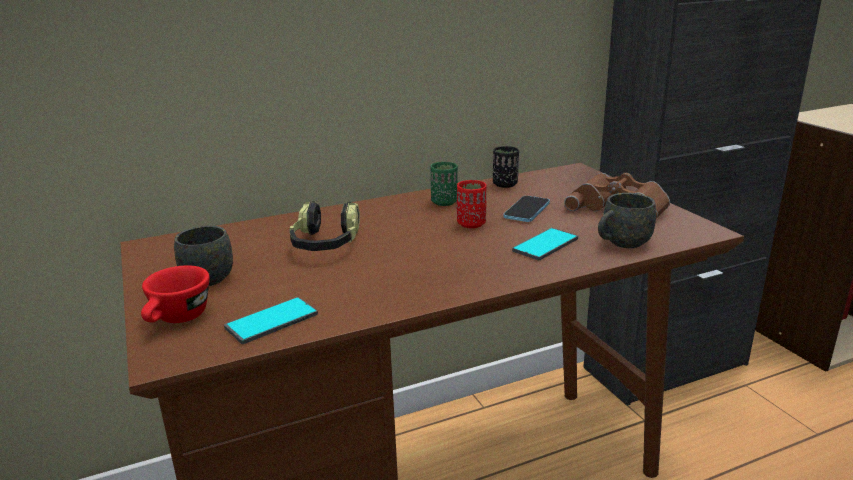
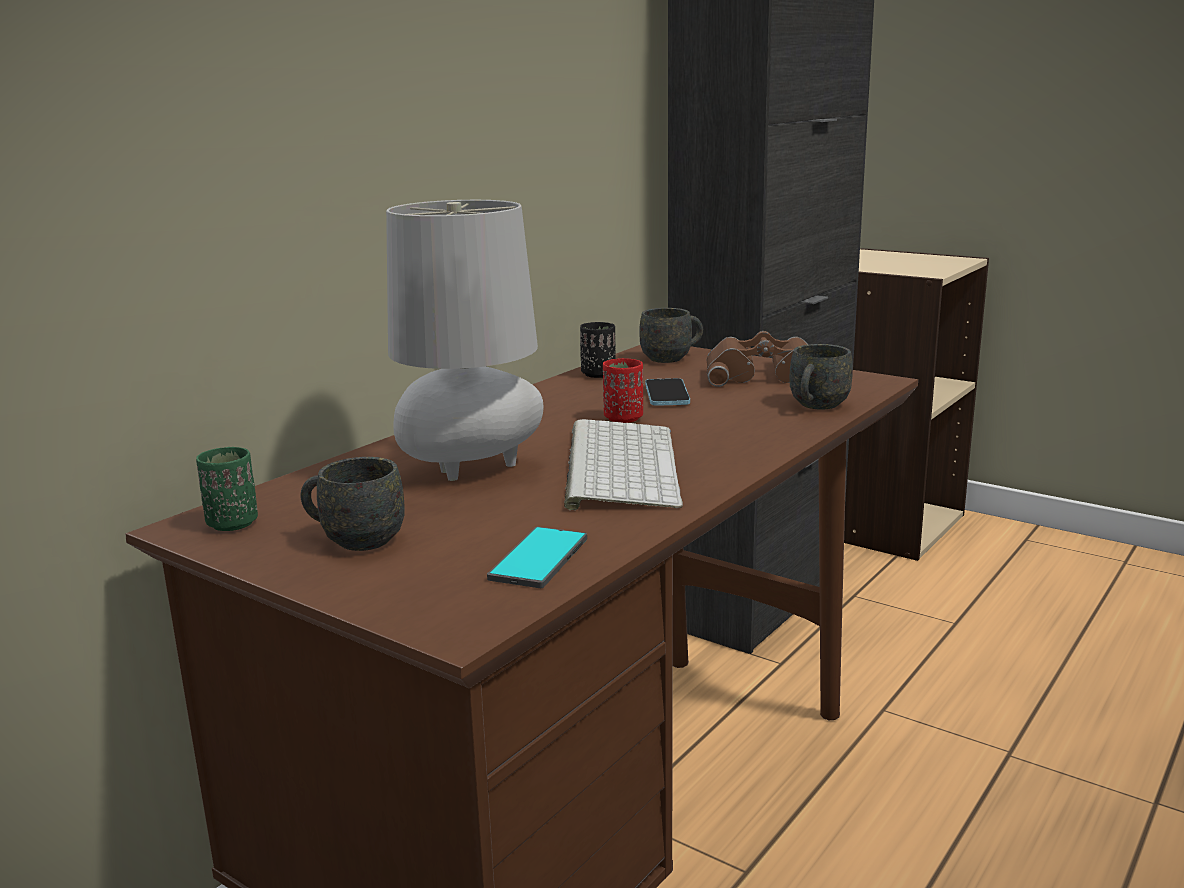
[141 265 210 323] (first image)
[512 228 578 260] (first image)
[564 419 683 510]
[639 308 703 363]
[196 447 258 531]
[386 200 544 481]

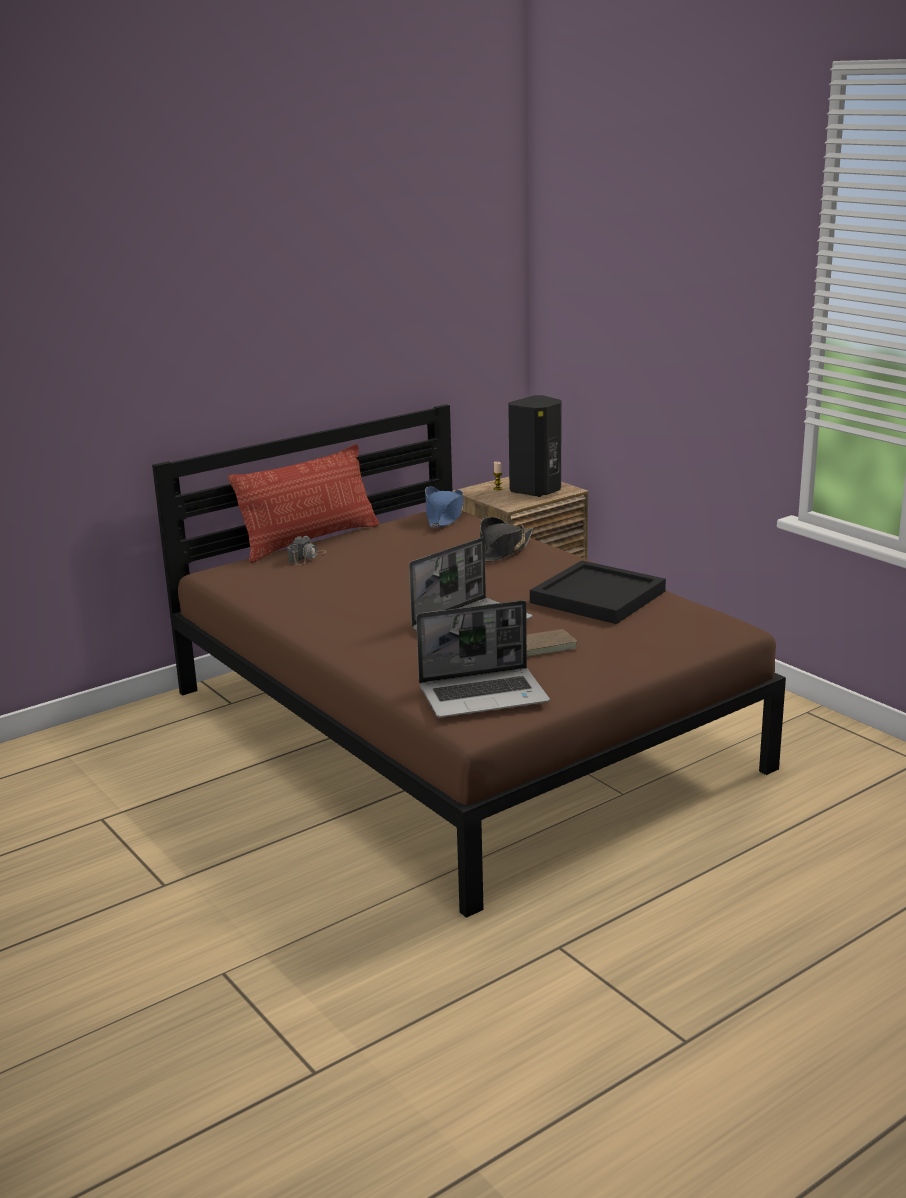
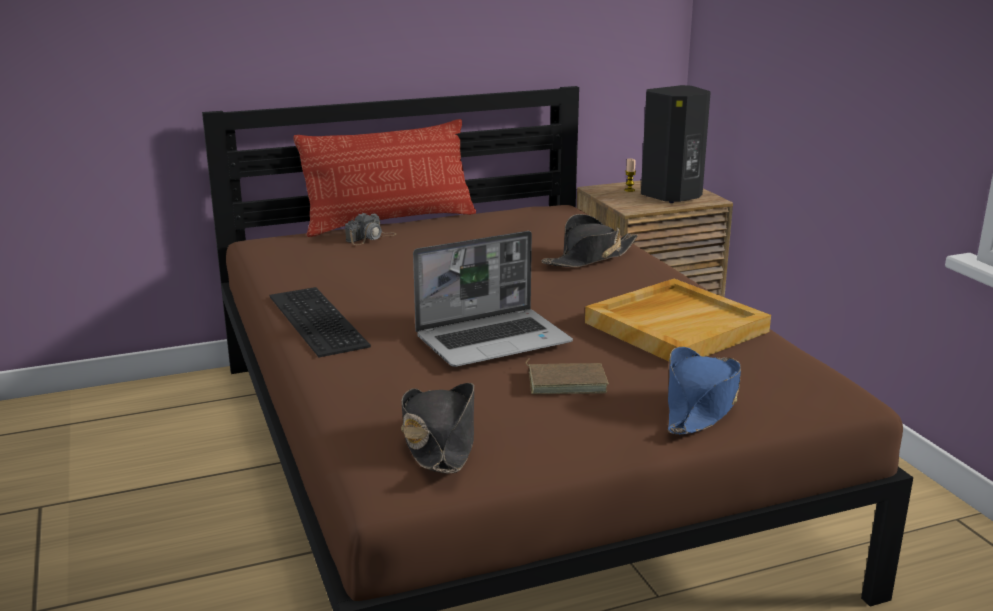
[270 287 371 357]
[668 347 741 435]
[401 383 474 473]
[585 279 771 362]

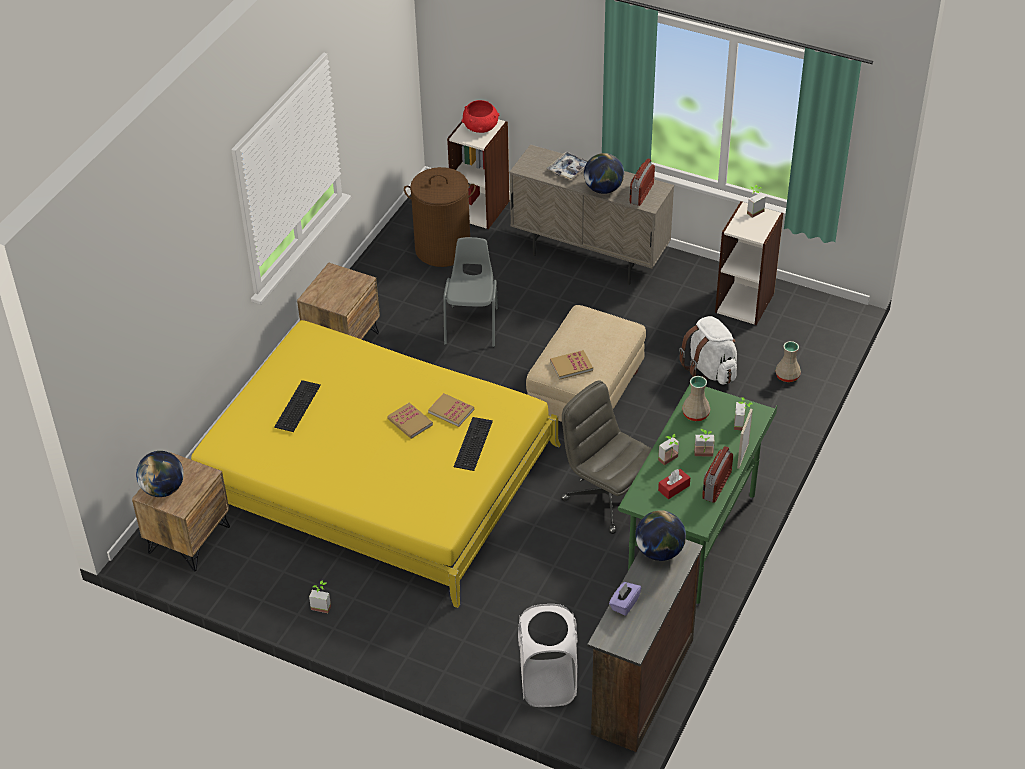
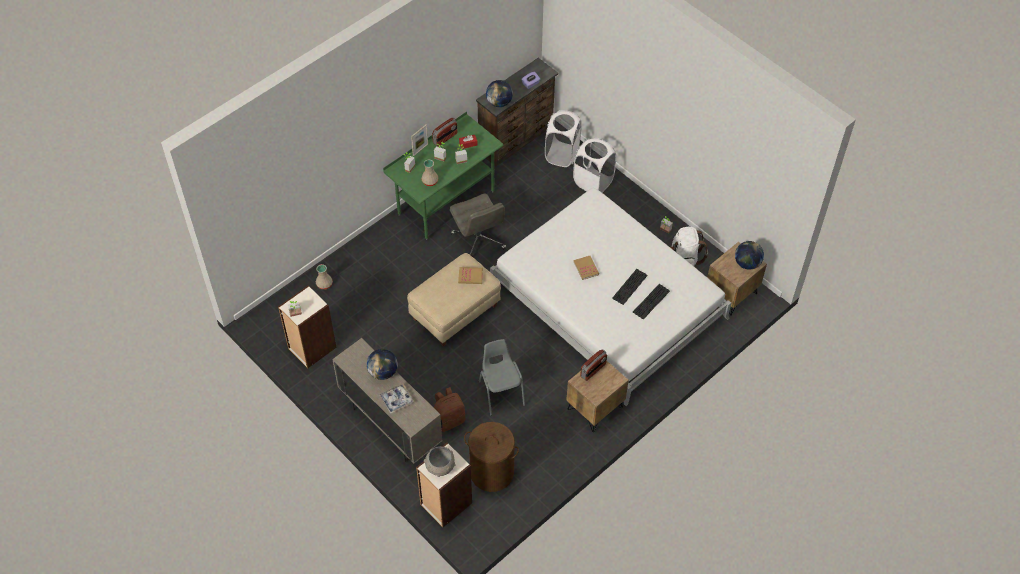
[428 393 474 427] (first image)
[434 387 465 432]
[573 138 617 193]
[612 269 648 305]
[580 349 607 381]
[670 227 708 266]
[490 188 731 406]
[424 446 456 477]
[479 339 525 416]

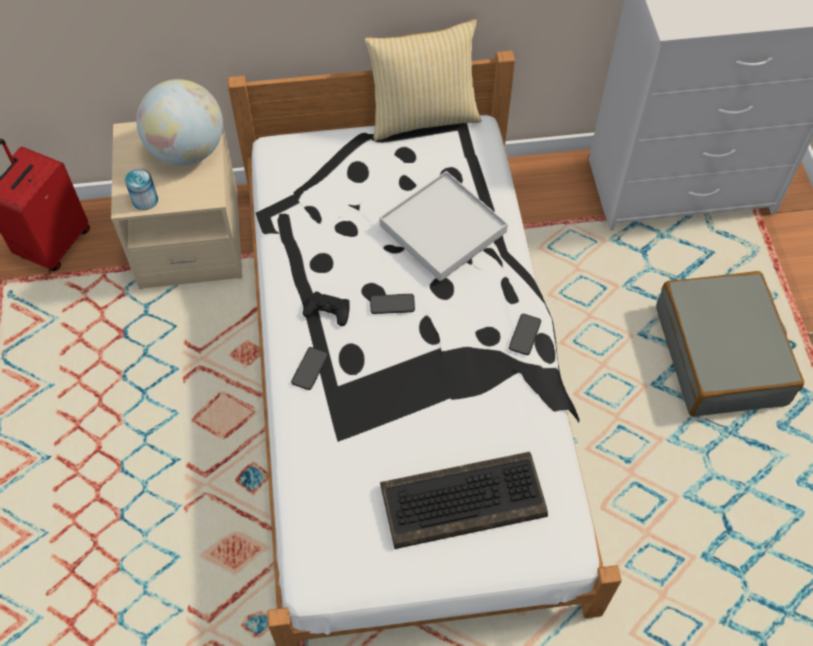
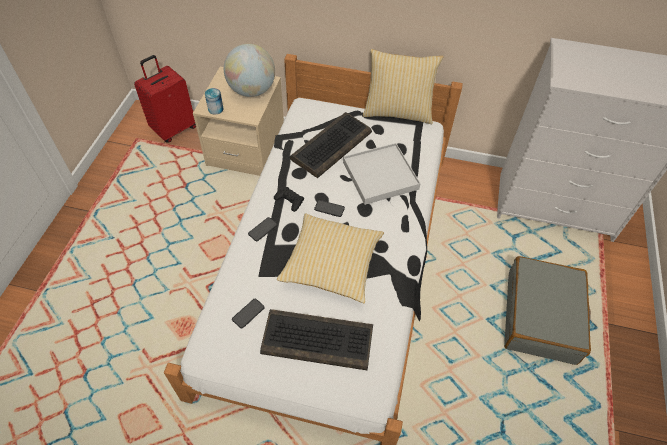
[277 214 384 303]
[290 112 372 178]
[232 299 265 328]

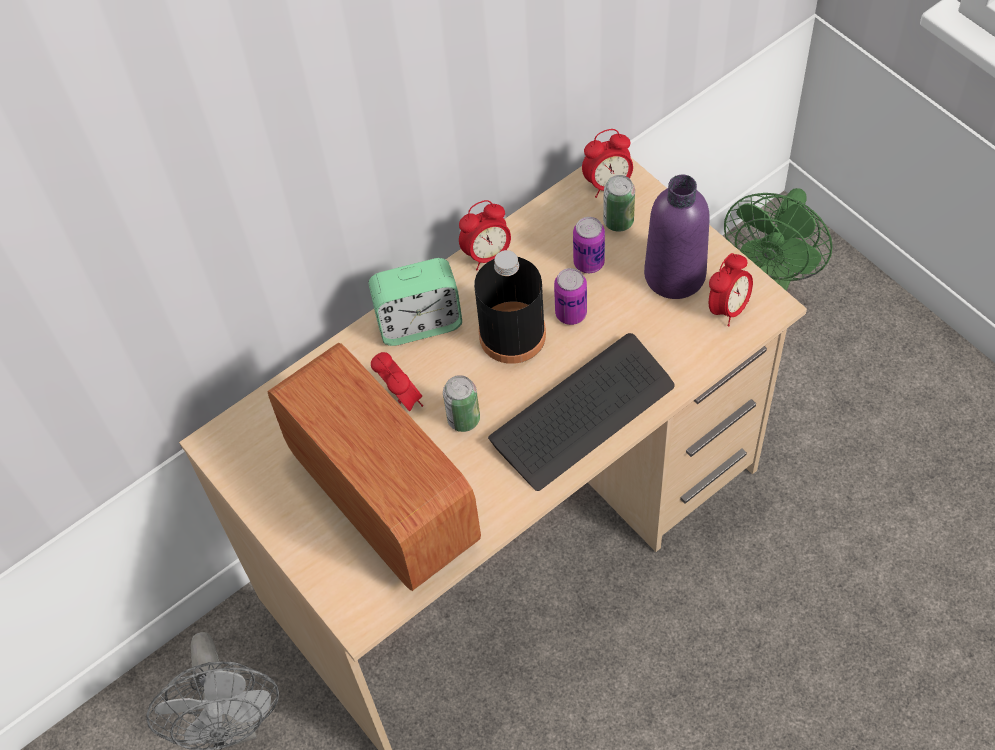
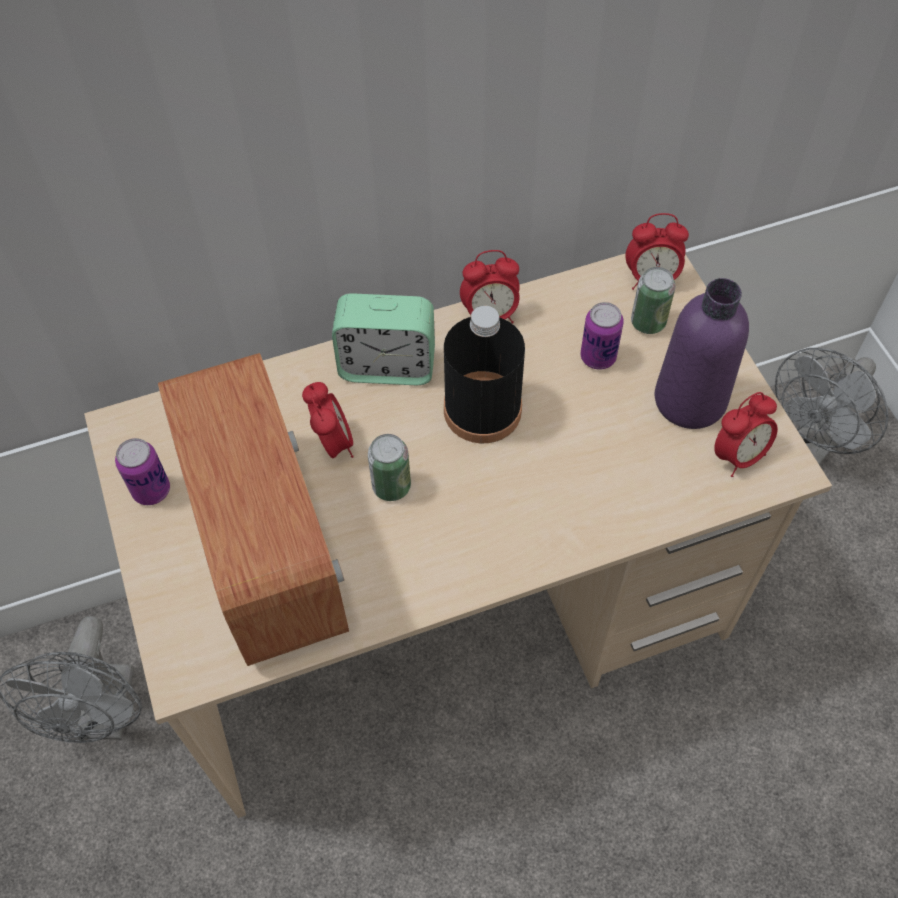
[488 333 675 491] (first image)
[115 438 170 505]
[775 348 889 464]

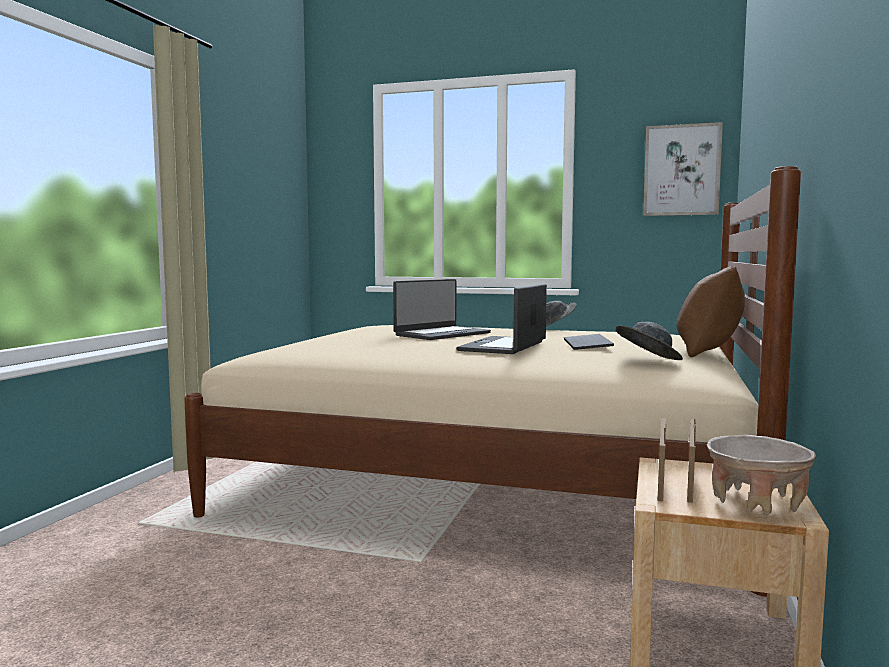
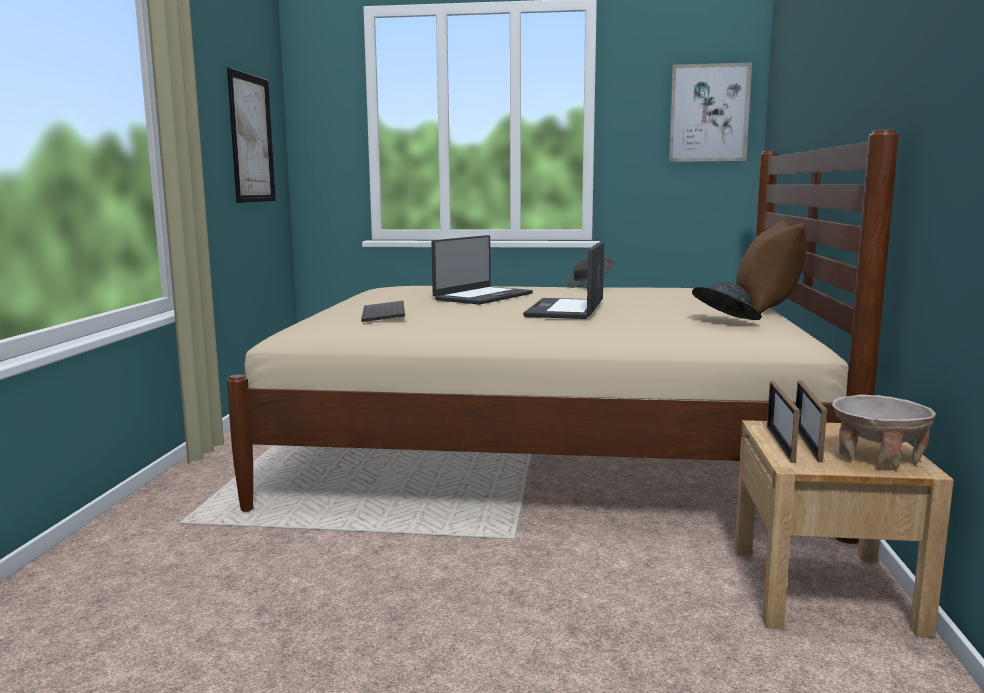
[227 68 276 203]
[361 301 405 322]

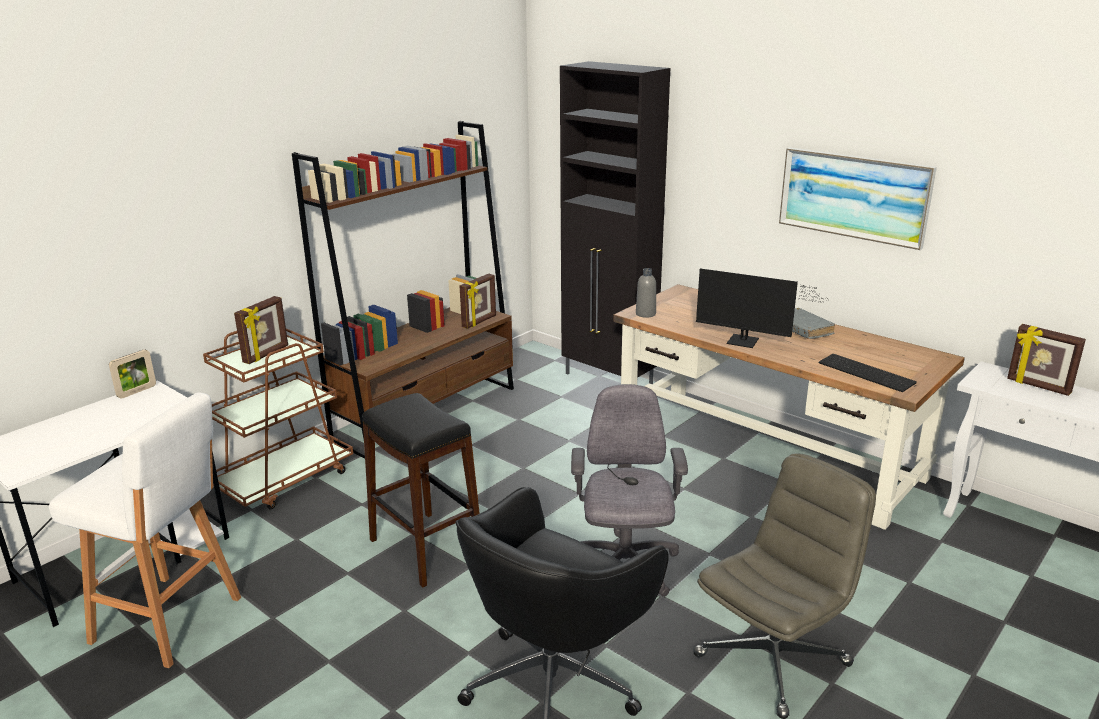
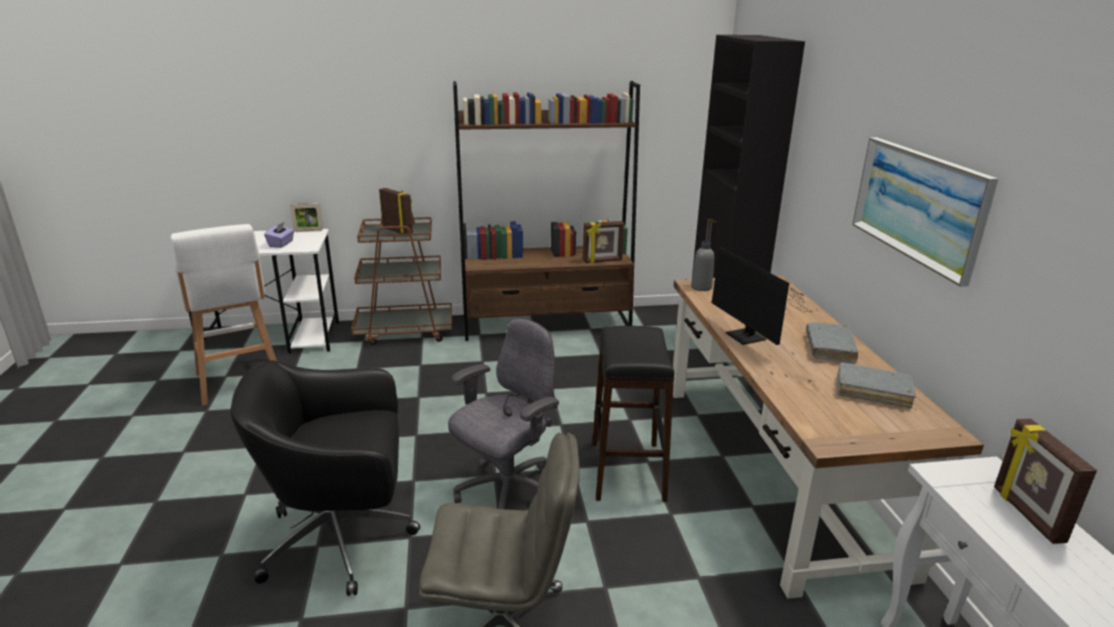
[819 354 917 392] (first image)
[264 222 294 248]
[837 362 916 408]
[592 326 674 502]
[379 188 413 236]

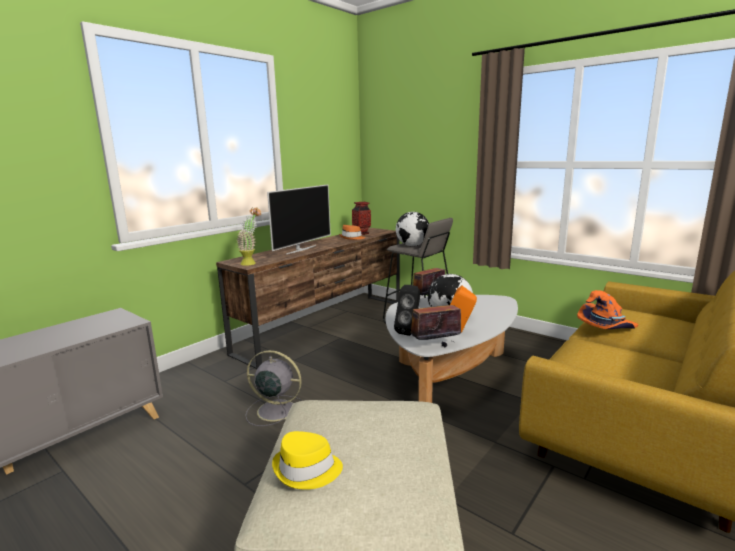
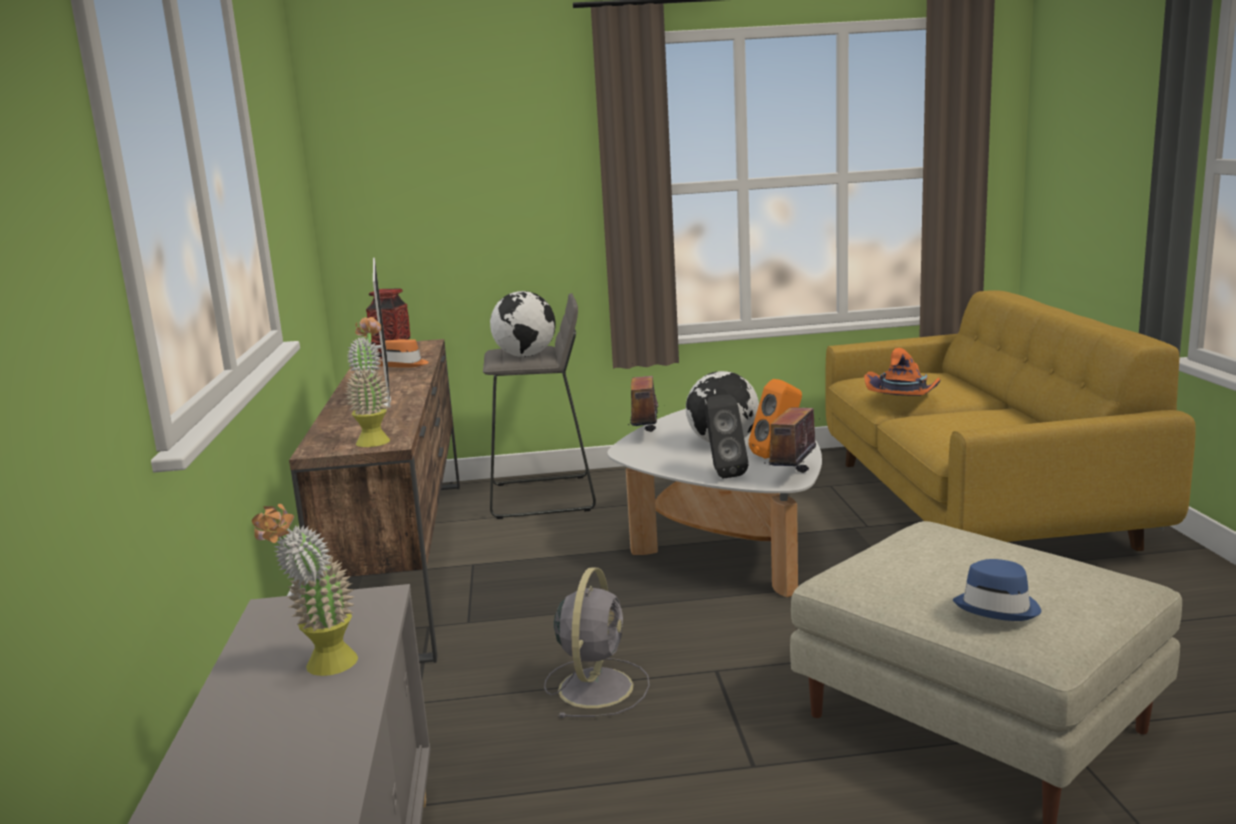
[252 504 358 676]
[953 559 1041 621]
[544 567 650 718]

